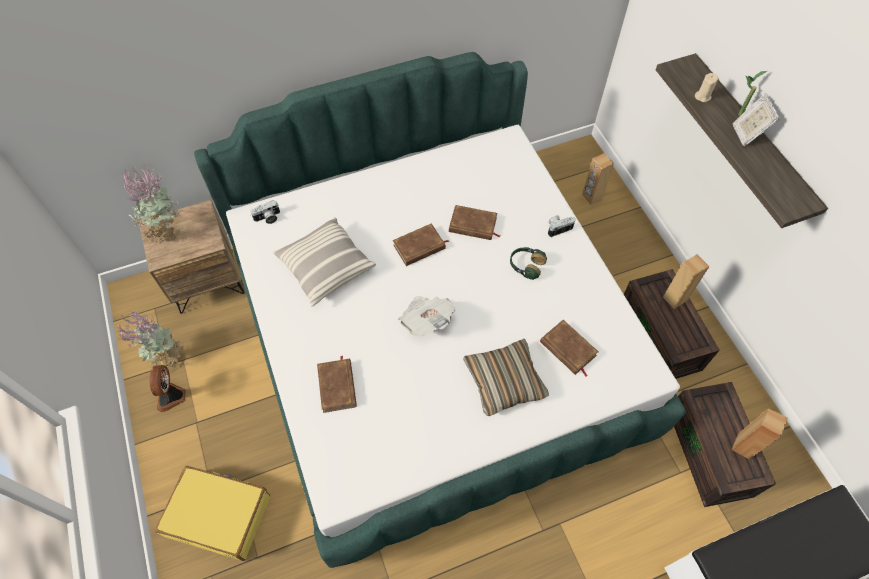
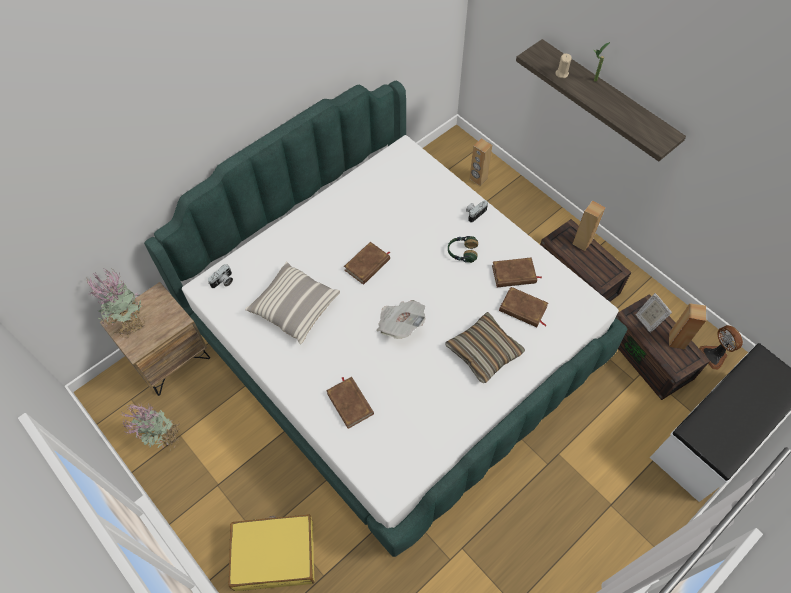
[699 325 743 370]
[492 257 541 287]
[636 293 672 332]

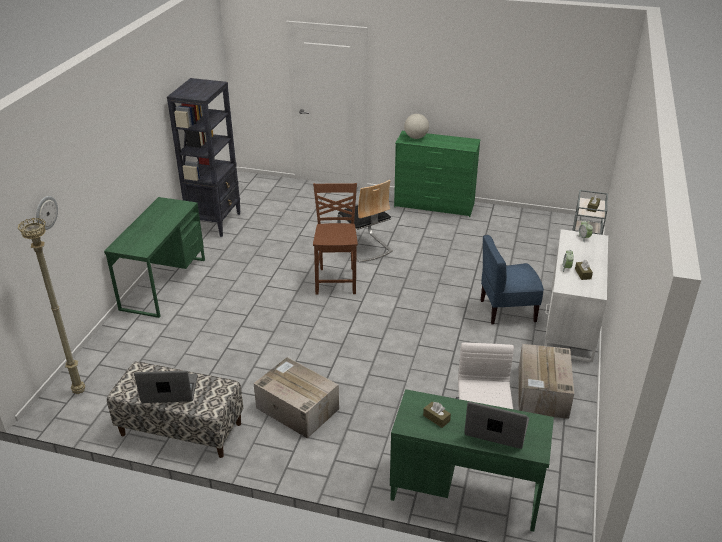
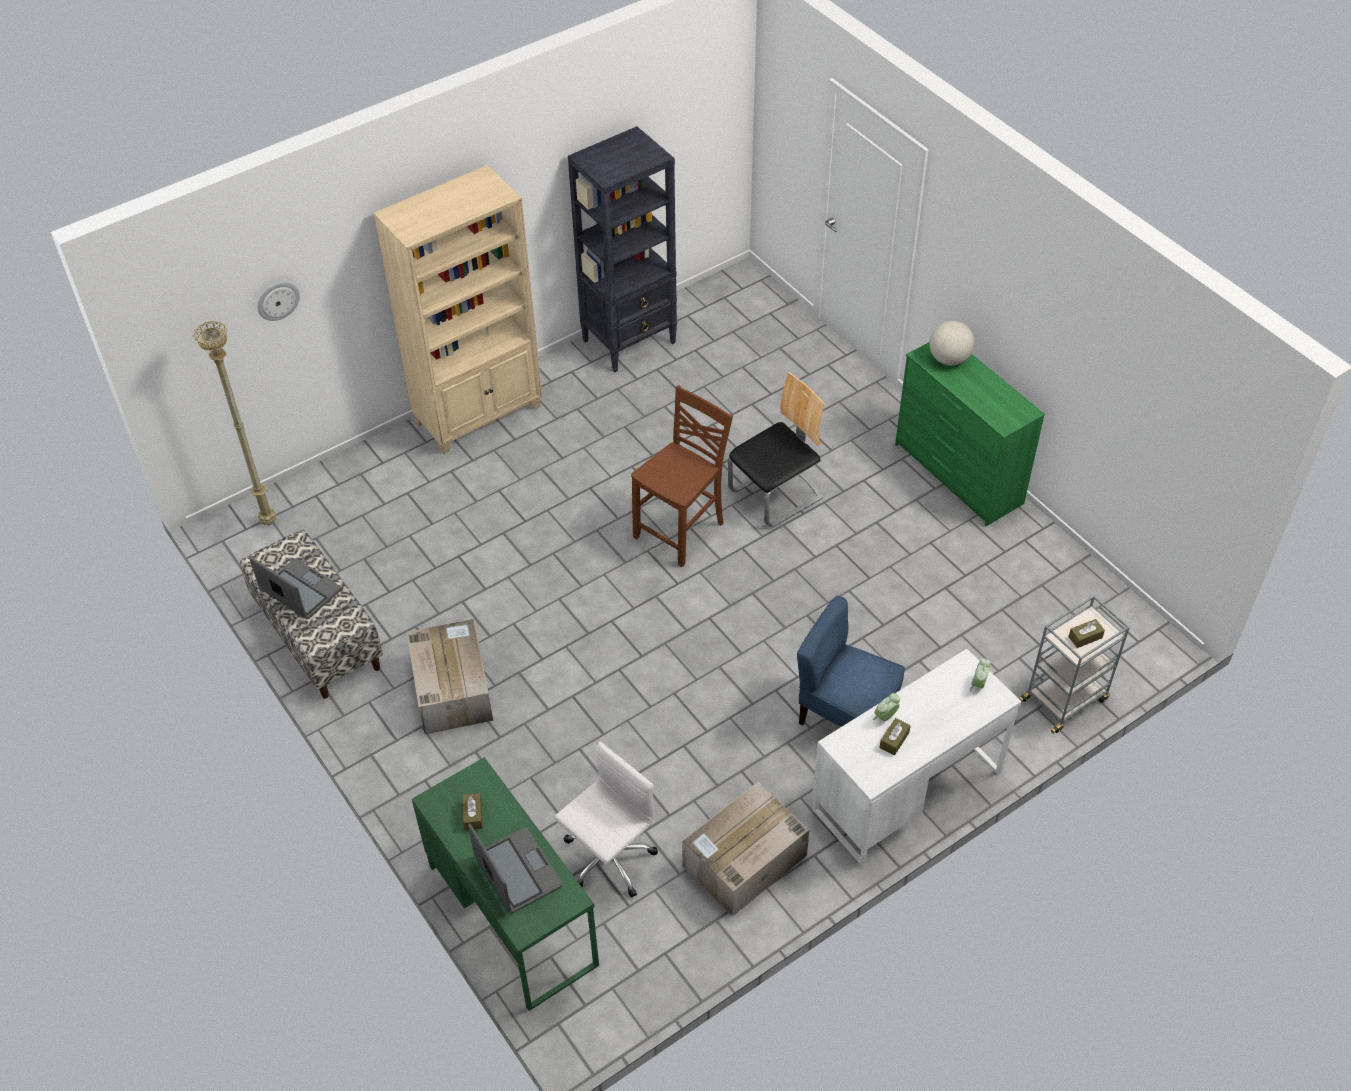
[374 165 542 454]
[728 372 825 527]

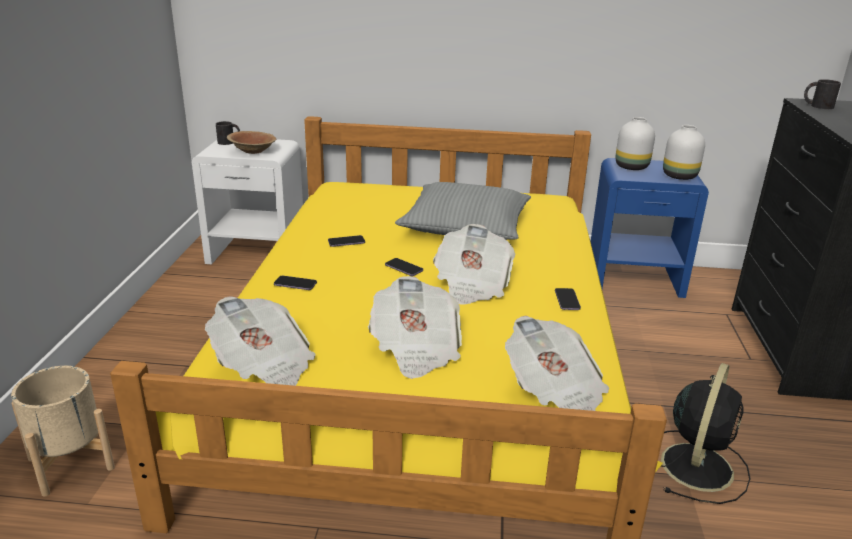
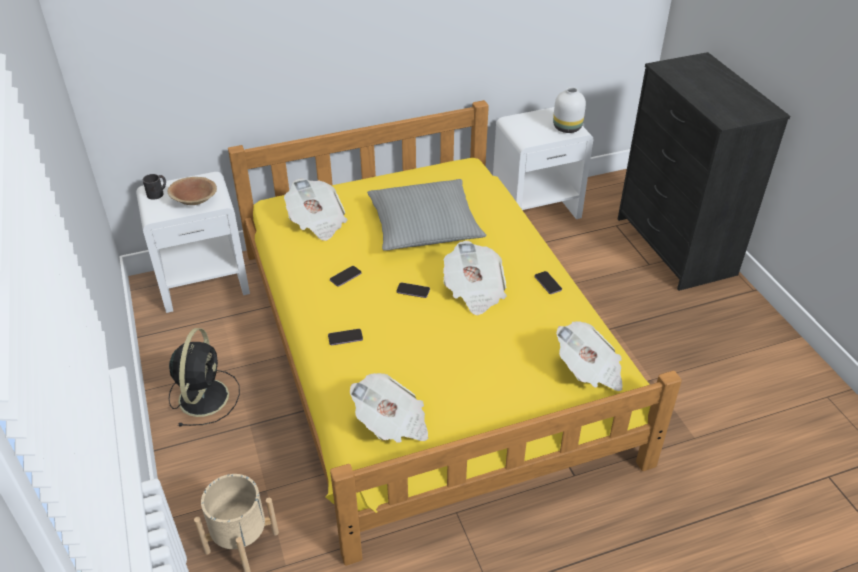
[616 117 655 170] (first image)
[804 79 841 109] (first image)
[284 178 347 241]
[169 328 240 426]
[493 107 594 219]

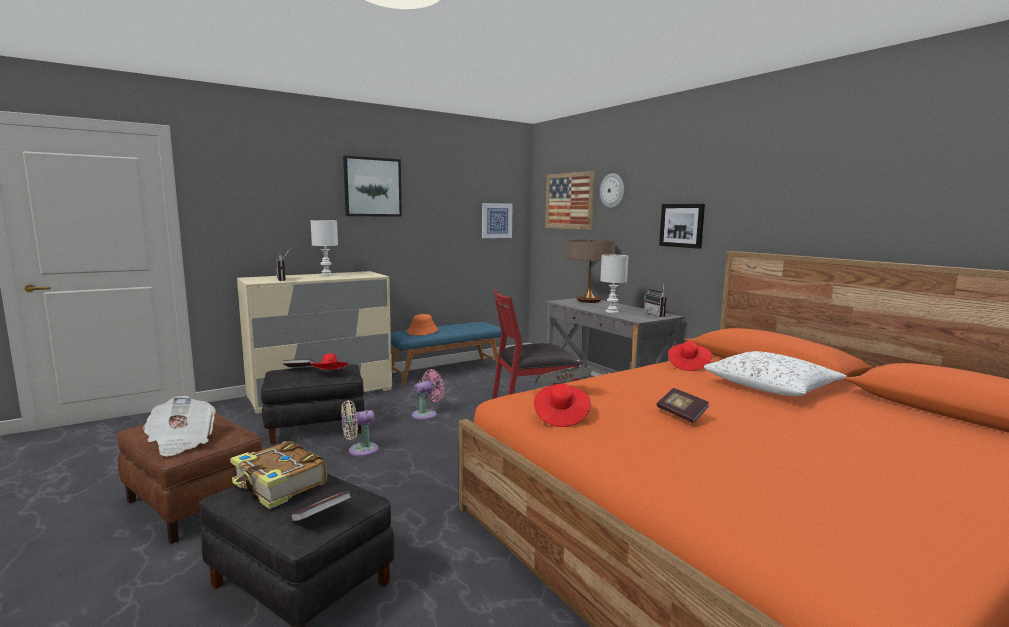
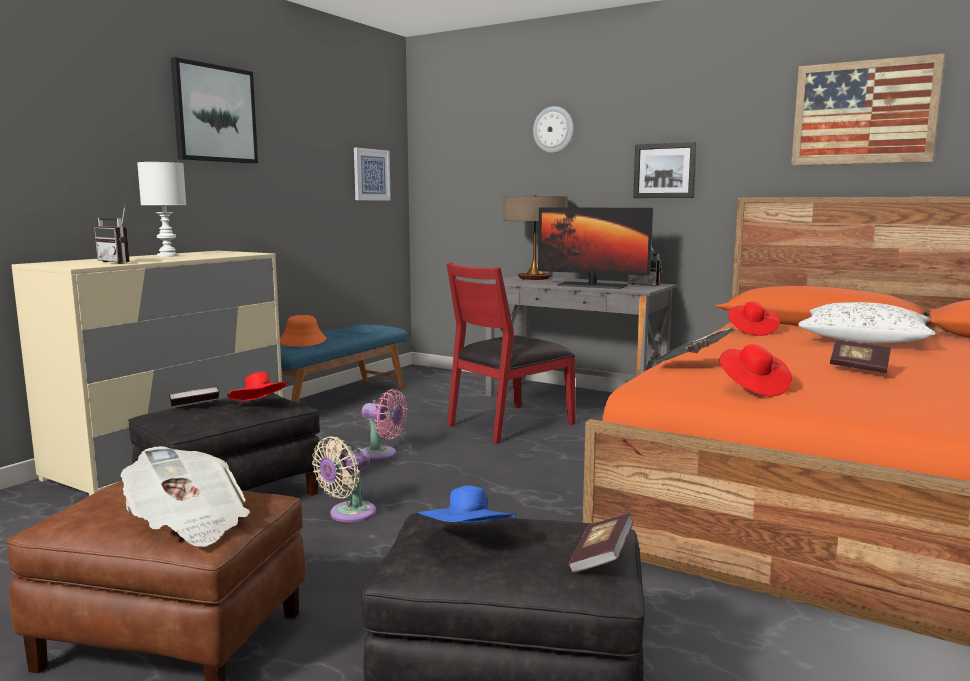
[791 53 945 166]
[418 486 517 522]
[538 207 653 289]
[362 389 407 461]

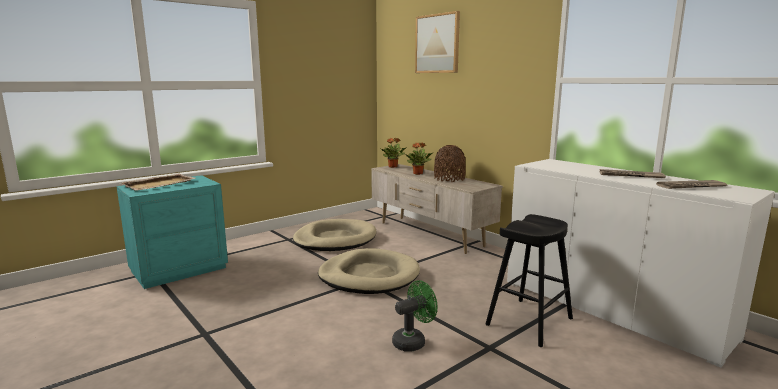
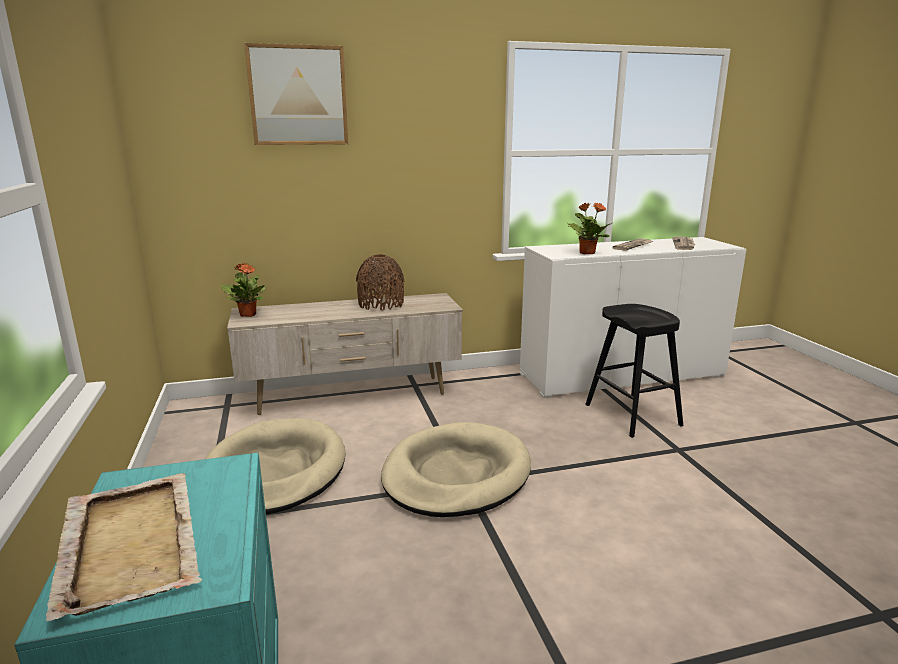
[392 280 437 352] (first image)
[567 203 612 254]

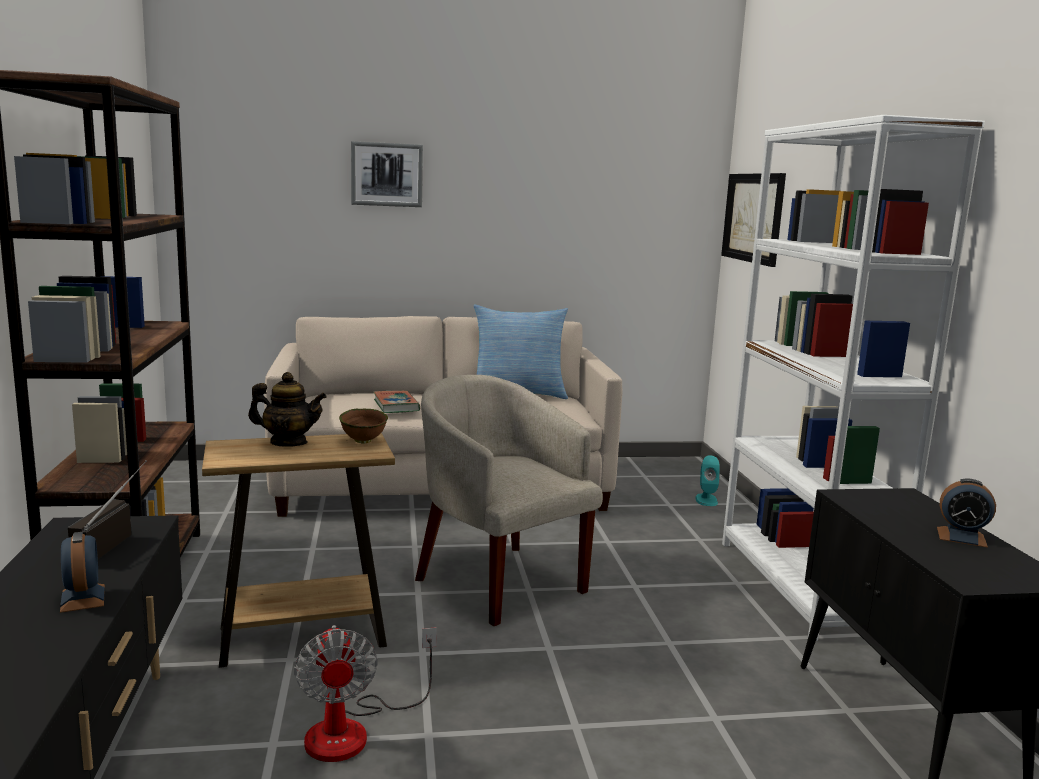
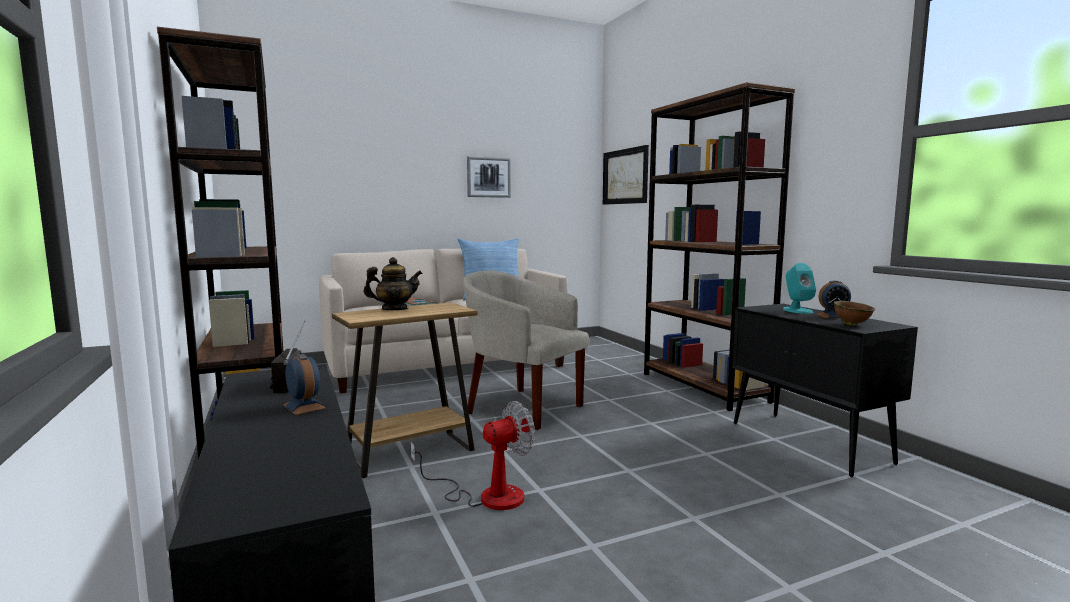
[834 301 875 326]
[467 156 511 198]
[783 263 816 314]
[644 82 795 411]
[410 401 535 510]

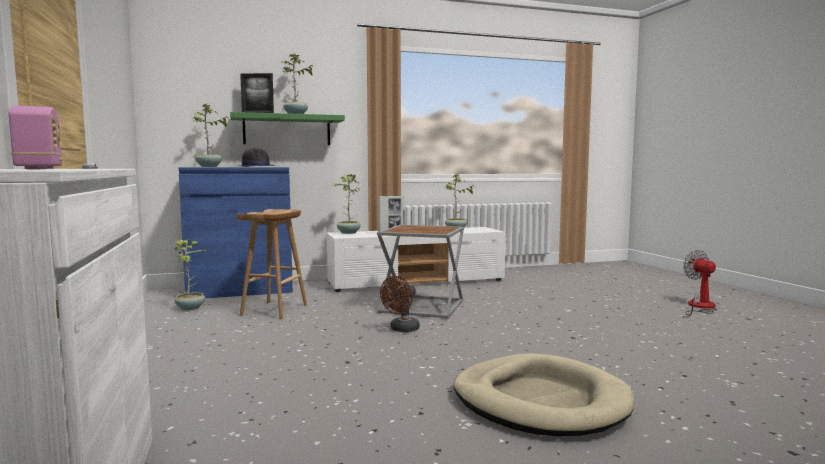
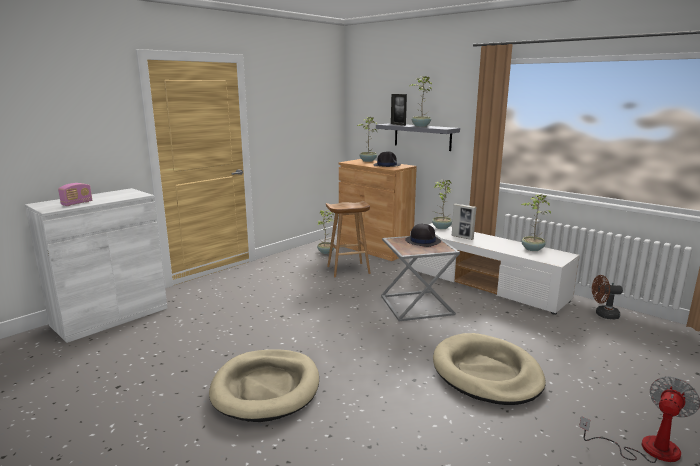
[405 224 441 247]
[433 333 546 405]
[592 275 623 319]
[339 159 417 261]
[376 123 460 151]

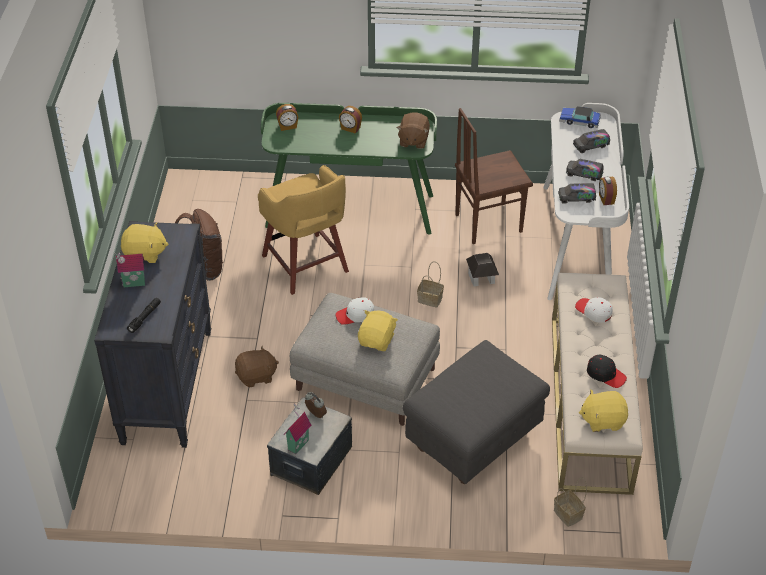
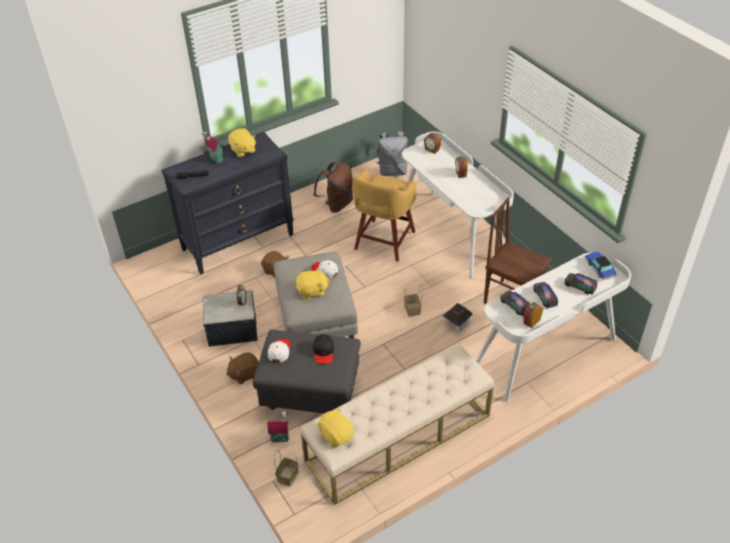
[377 131 408 176]
[267 410 289 442]
[226 352 259 384]
[268 339 290 363]
[313 334 334 364]
[402 132 514 279]

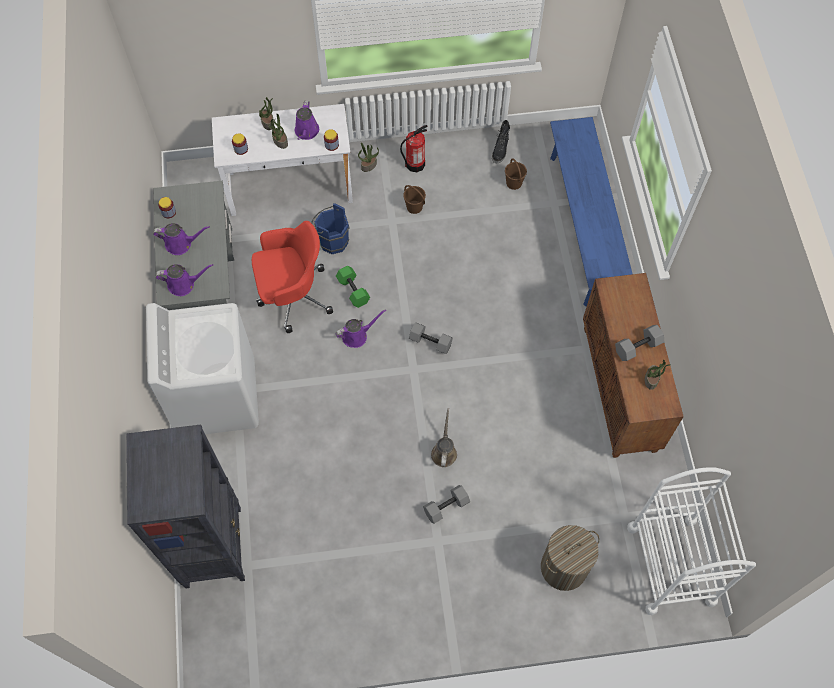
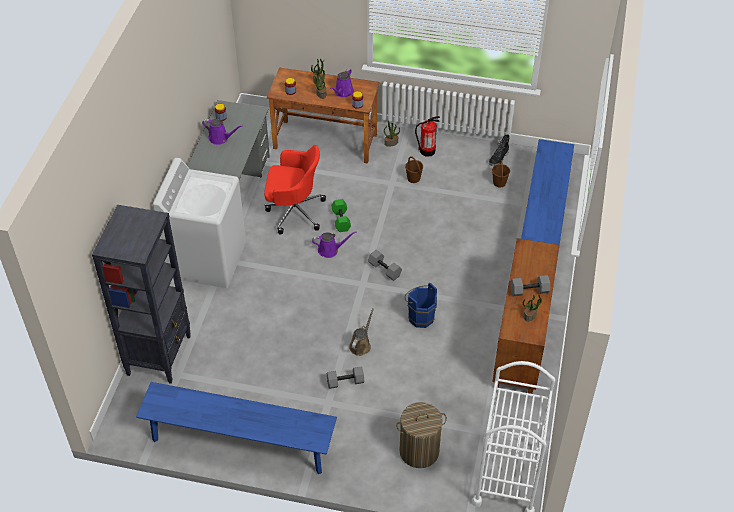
[156 264 213 296] (first image)
[136 382 337 474]
[405 282 437 328]
[267 67 379 164]

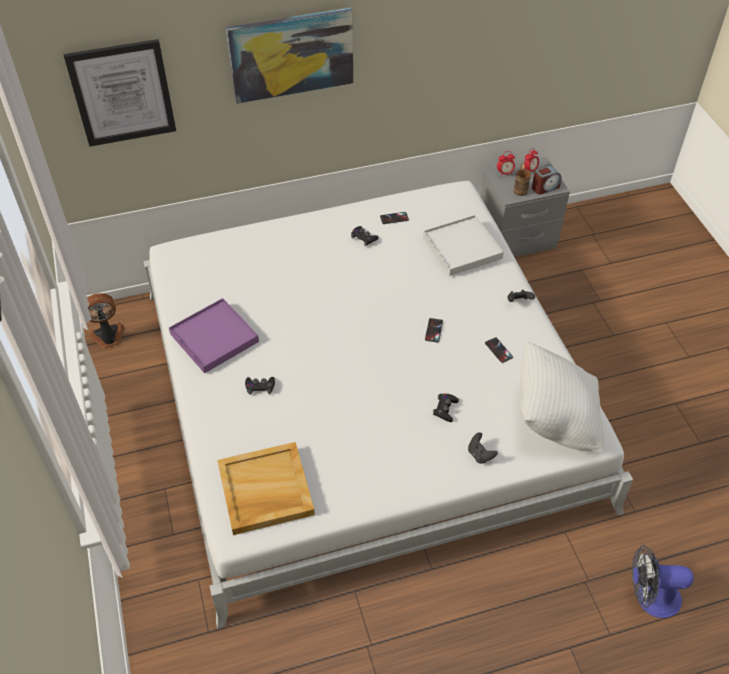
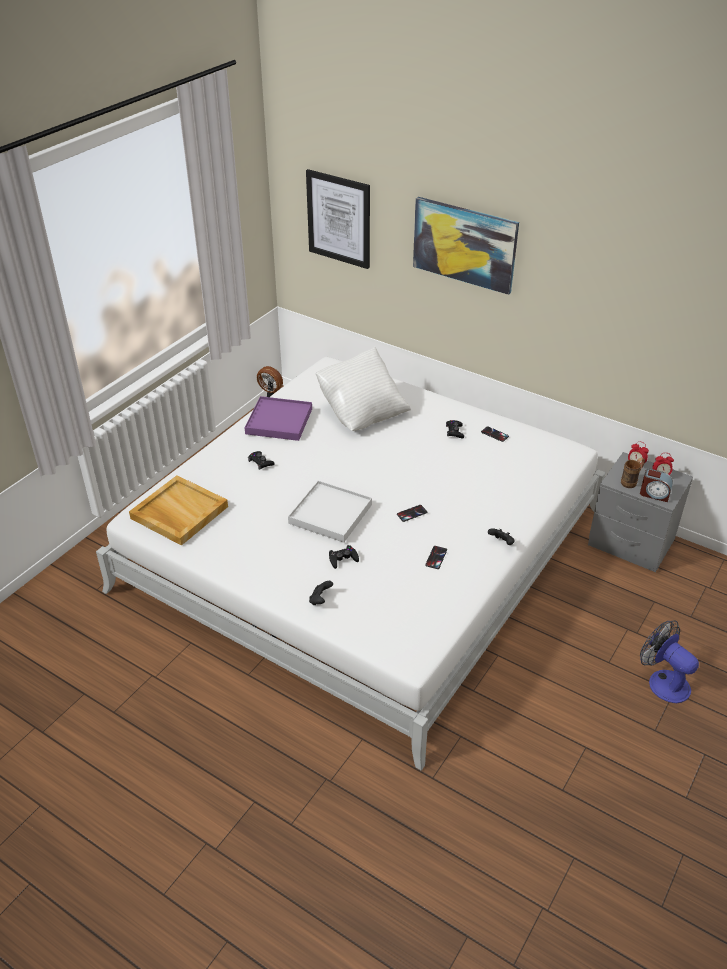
[288 481 372 543]
[316 346 411 431]
[640 620 699 703]

